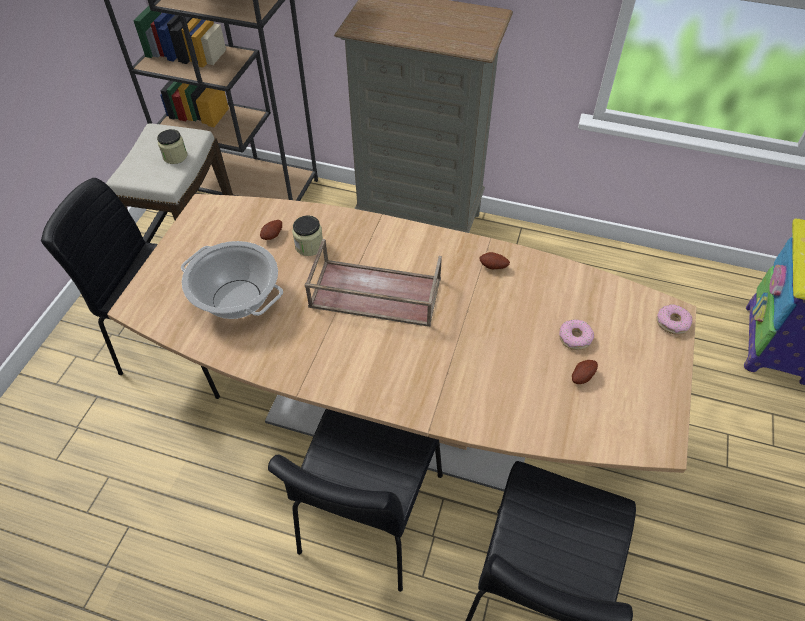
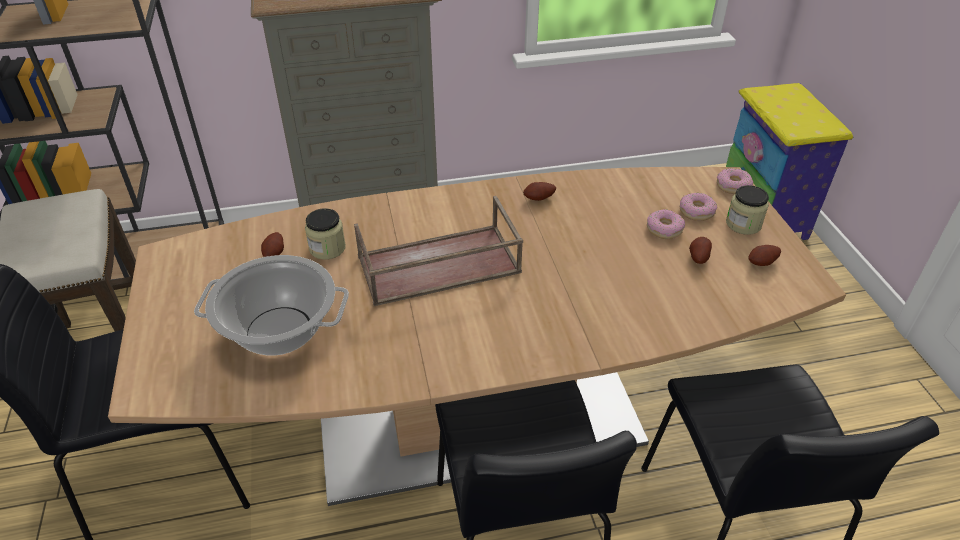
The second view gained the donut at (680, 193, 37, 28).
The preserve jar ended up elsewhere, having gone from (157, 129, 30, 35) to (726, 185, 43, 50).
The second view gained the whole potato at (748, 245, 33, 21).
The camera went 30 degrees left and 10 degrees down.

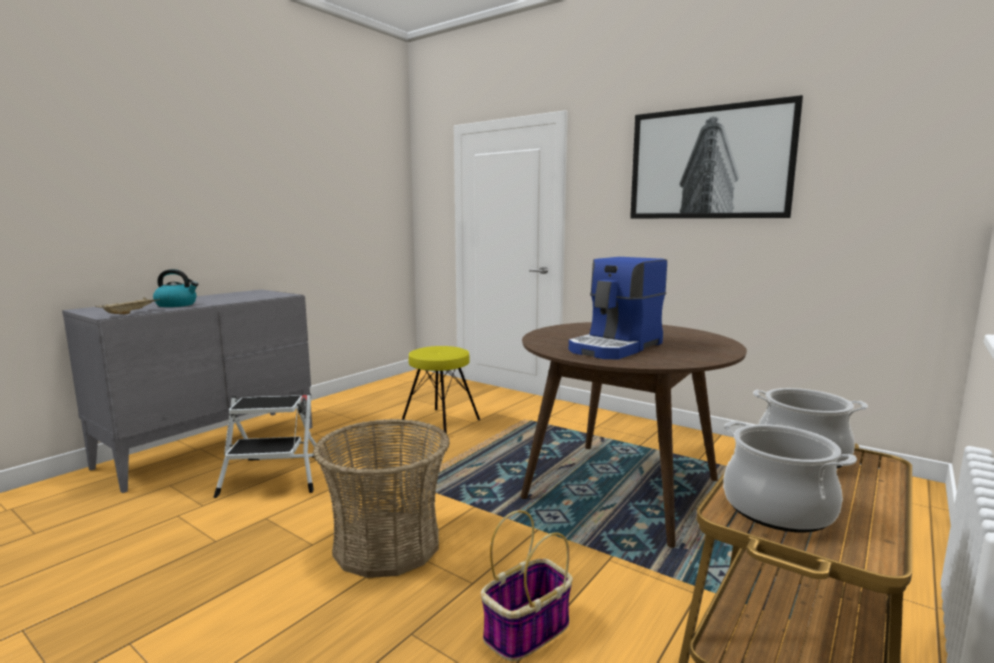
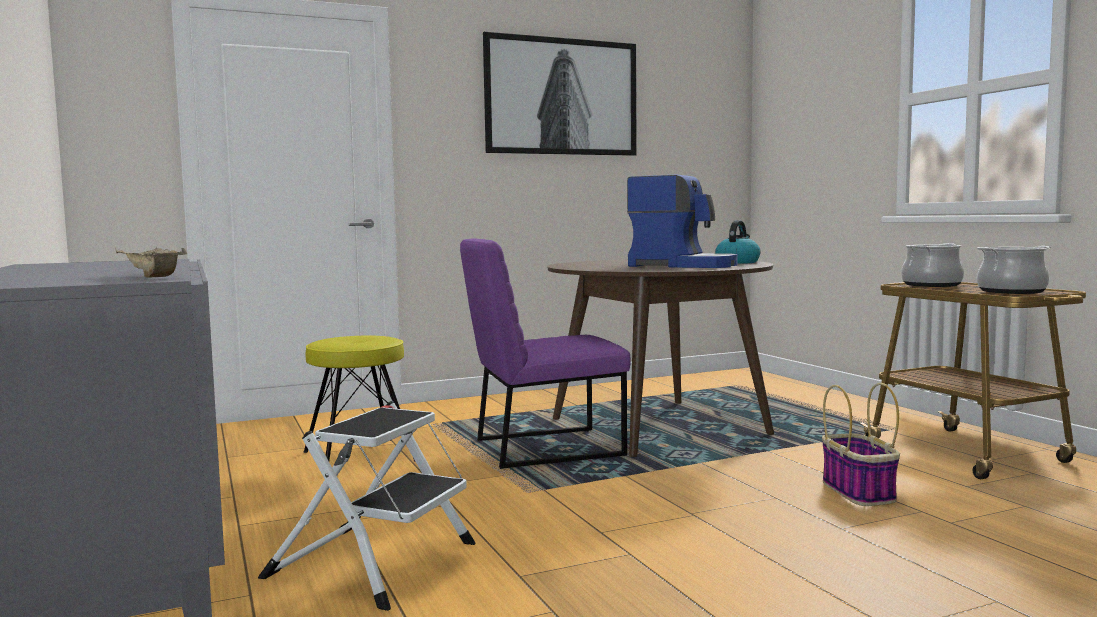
The second view gained the purple-coloured chair at (460, 238, 171, 231).
The coffee maker at (569, 257, 98, 102) ended up facing another way, 45 degrees counterclockwise from before.
The water kettle ended up elsewhere, having gone from (153, 269, 45, 38) to (715, 220, 46, 44).
The second view lost the storage basket at (313, 419, 137, 159).
The camera went 60 degrees left and 5 degrees down.

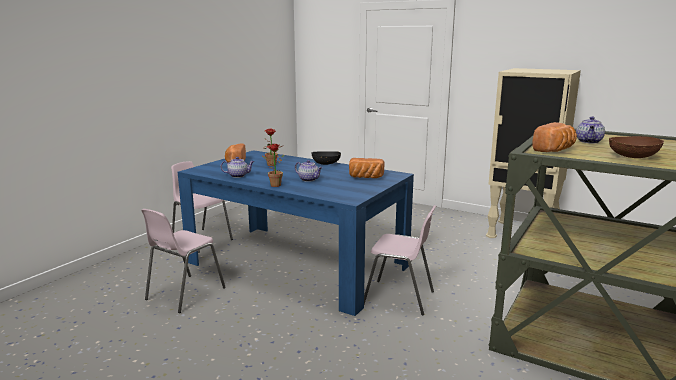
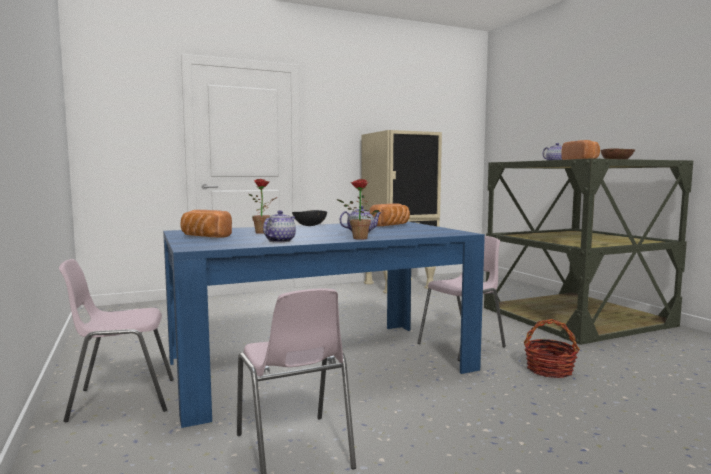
The second view gained the storage basket at (524, 319, 56, 59).
The camera went 55 degrees left and 10 degrees down.

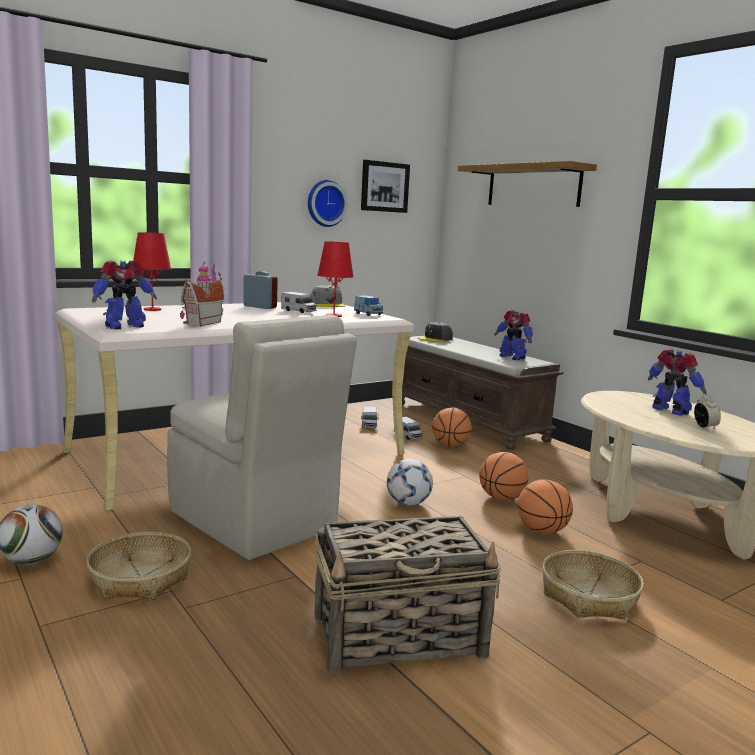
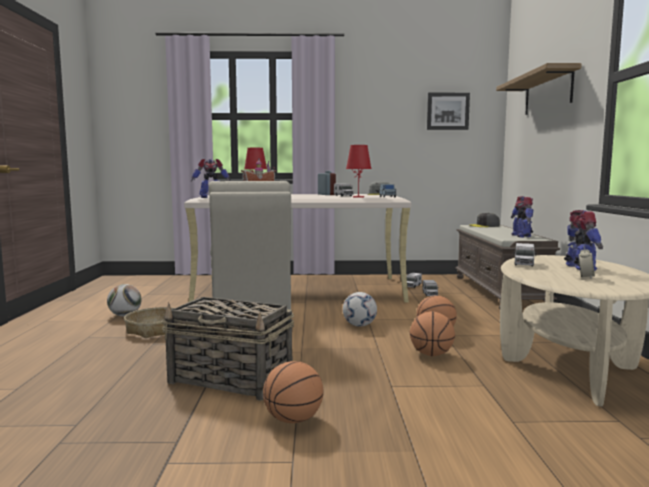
The basketball ball ended up elsewhere, having gone from (432, 407, 40, 40) to (263, 361, 60, 62).
The second view gained the model truck at (513, 243, 23, 23).
The second view lost the hanging clock at (308, 180, 40, 47).
The second view lost the storage basket at (542, 550, 102, 70).
The camera went 35 degrees right and 5 degrees down.

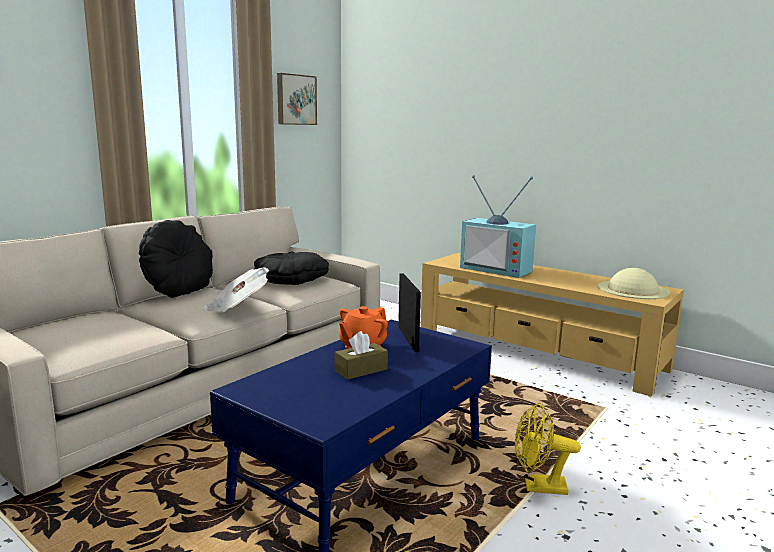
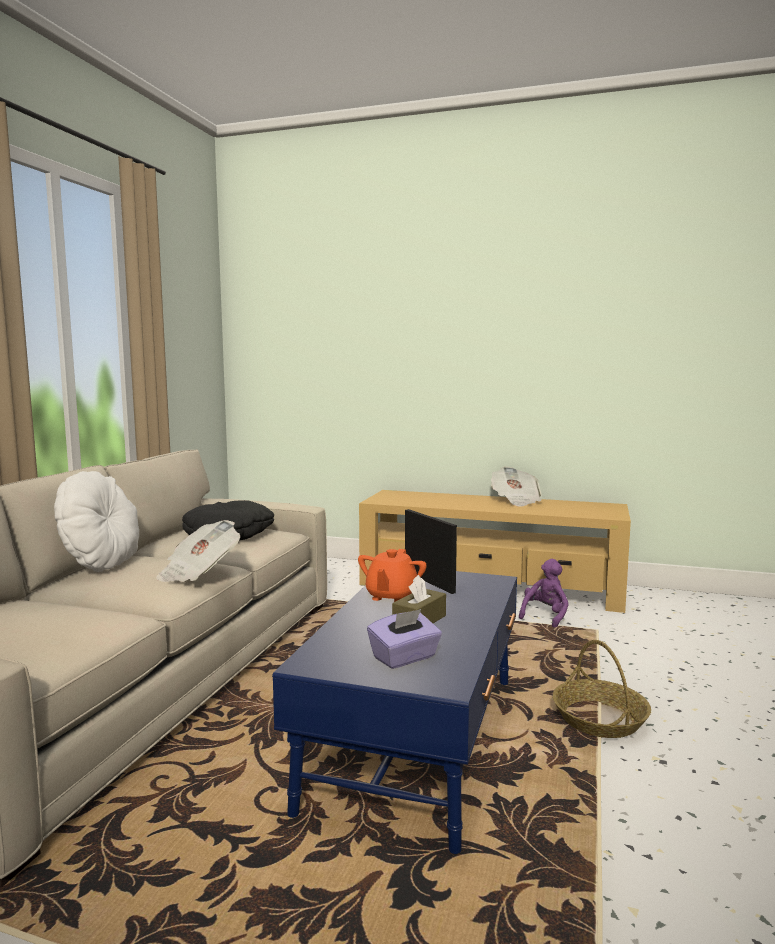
What was the black cushion at (139, 220, 74, 78) turned into the white cushion at (54, 471, 85, 101).
The second view gained the purple-coloured tissue box at (367, 609, 75, 60).
The second view gained the newspaper at (491, 467, 51, 39).
The second view gained the purple-coloured cuddly toy at (519, 559, 50, 68).
Where the yellow electric fan stood at (515, 402, 66, 93), the storage basket came to stand at (553, 640, 98, 98).
The second view lost the wall picture at (277, 73, 40, 52).
The second view lost the television at (460, 175, 76, 103).
The second view lost the sand-coloured wearable hat at (598, 268, 72, 31).
The camera went 20 degrees left and 5 degrees down.

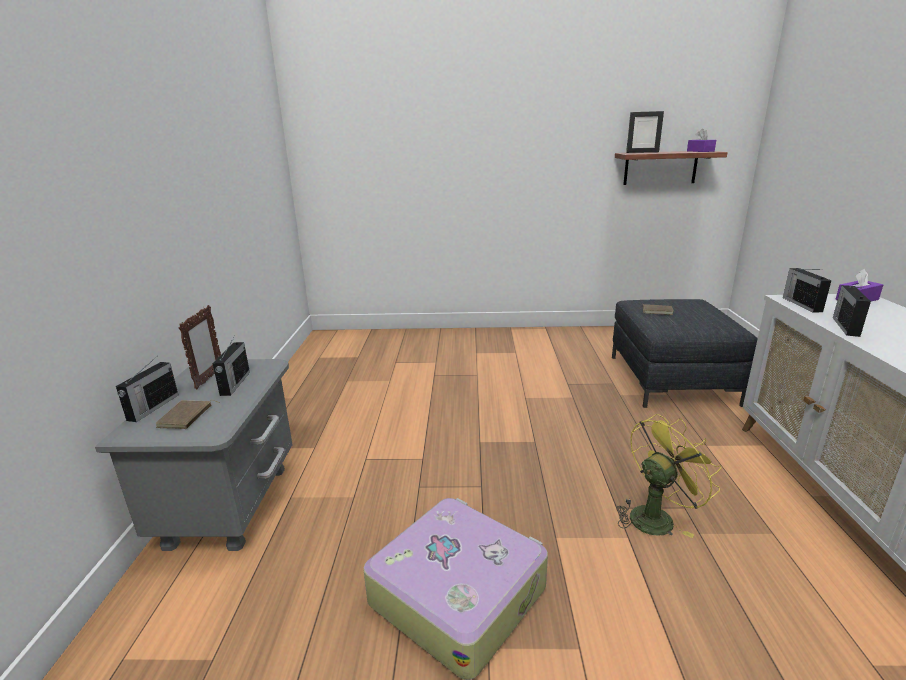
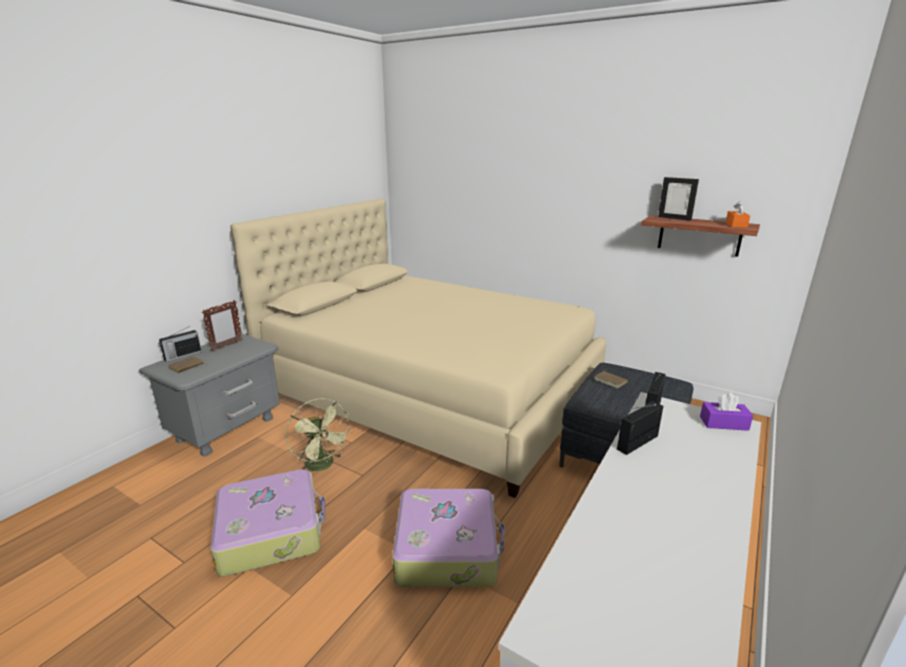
The second view gained the sand-coloured bedroom bed at (231, 198, 375, 300).
The second view gained the green-coloured electric fan at (285, 398, 67, 74).
Where the yellow electric fan stood at (616, 414, 105, 124), the travel case came to stand at (392, 489, 113, 98).
What was the purple-coloured tissue box at (687, 129, 29, 23) turned into the orange-coloured tissue box at (726, 202, 24, 26).
The second view lost the radio set at (213, 336, 37, 60).
The camera went 30 degrees right and 0 degrees up.

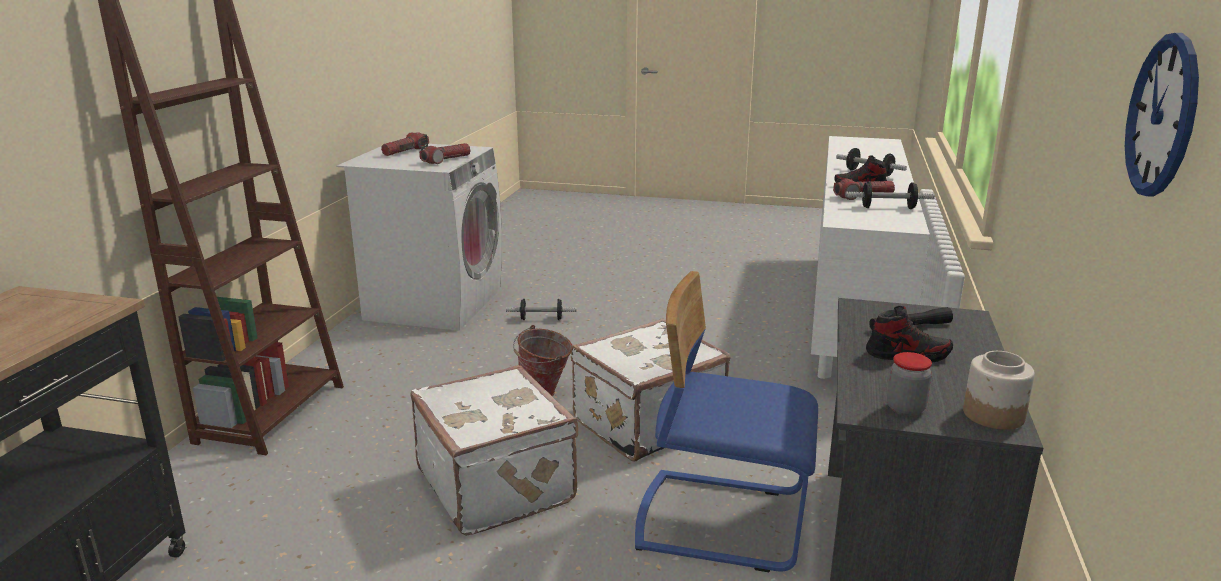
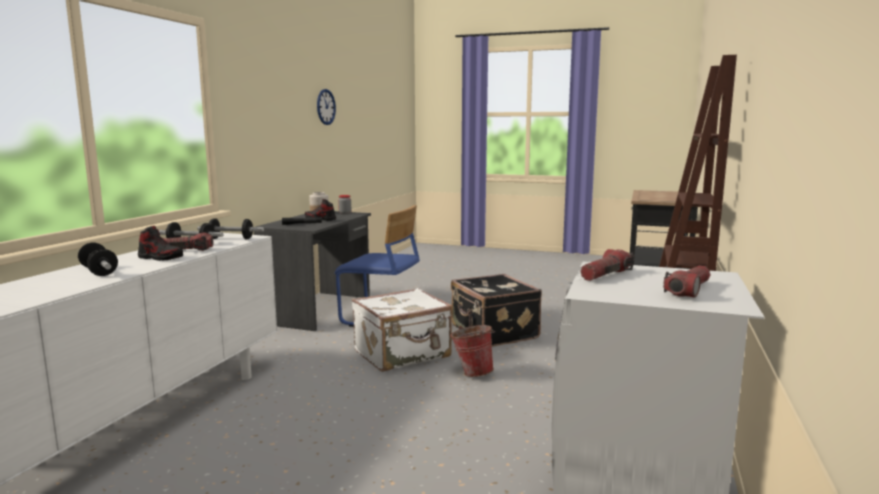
The free weight ended up elsewhere, having gone from (506, 299, 71, 21) to (197, 218, 67, 21).
What was the white travel case at (411, 365, 167, 171) turned into the black travel case at (451, 274, 91, 73).
The camera went 175 degrees left and 10 degrees down.

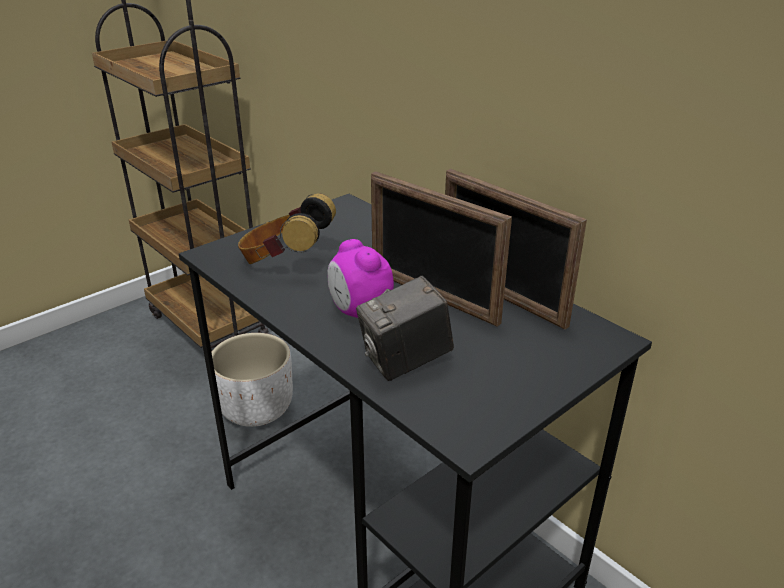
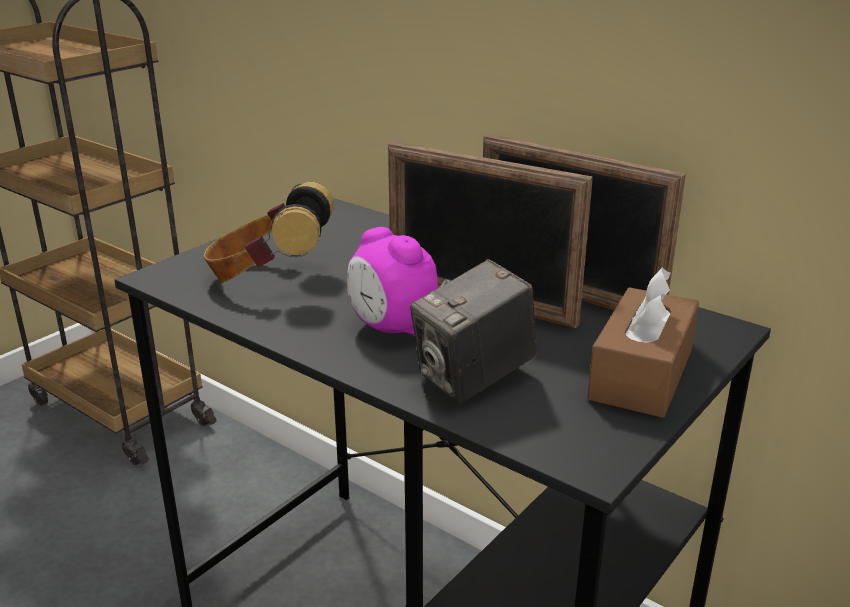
The second view gained the brown tissue box at (588, 267, 111, 151).
The second view lost the white plant pot at (211, 333, 82, 94).
The camera went 10 degrees left and 5 degrees down.

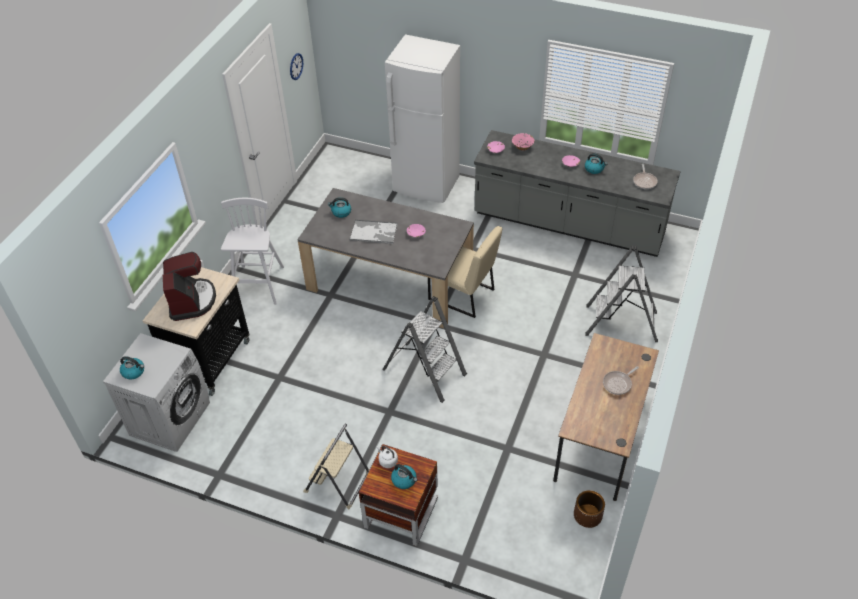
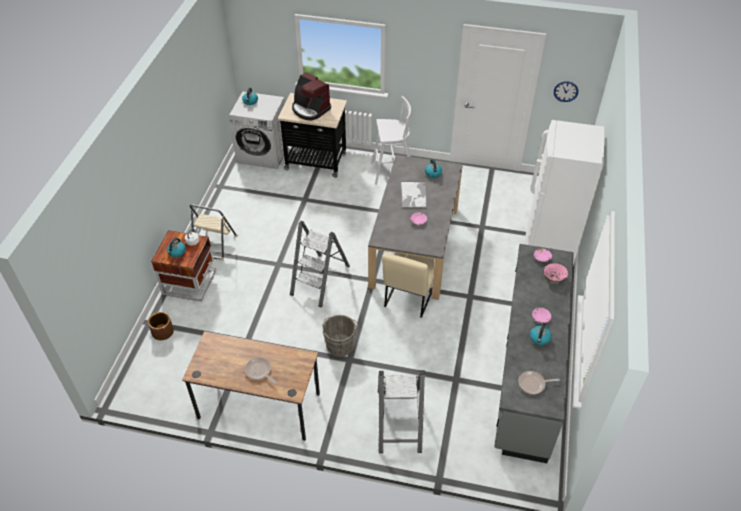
The brown plant pot ended up elsewhere, having gone from (574, 490, 31, 38) to (148, 312, 26, 28).
The coffee maker at (163, 252, 53, 69) ended up facing another way, 60 degrees clockwise from before.
The second view gained the grey bucket at (322, 315, 36, 42).
The camera went 80 degrees right and 0 degrees up.

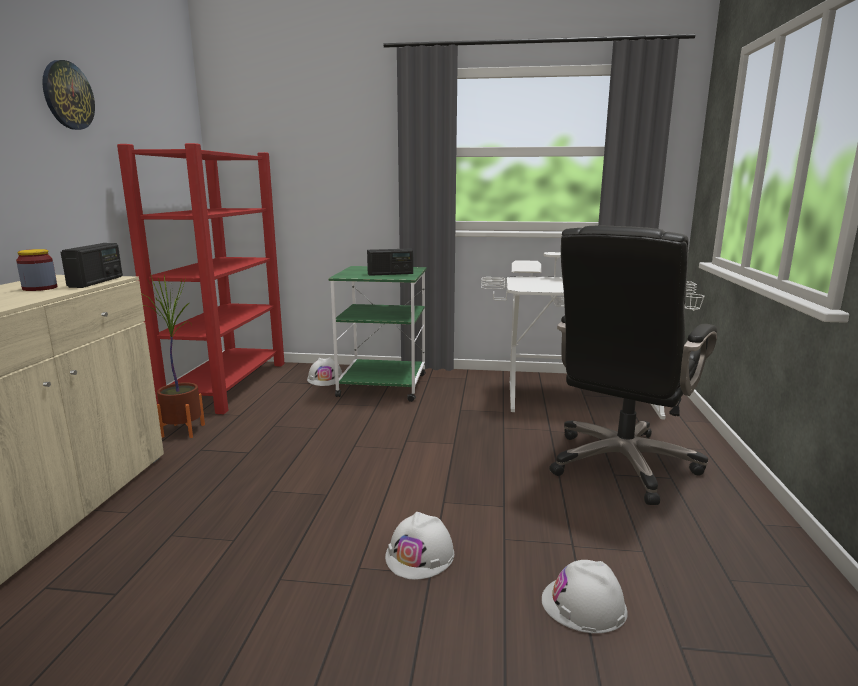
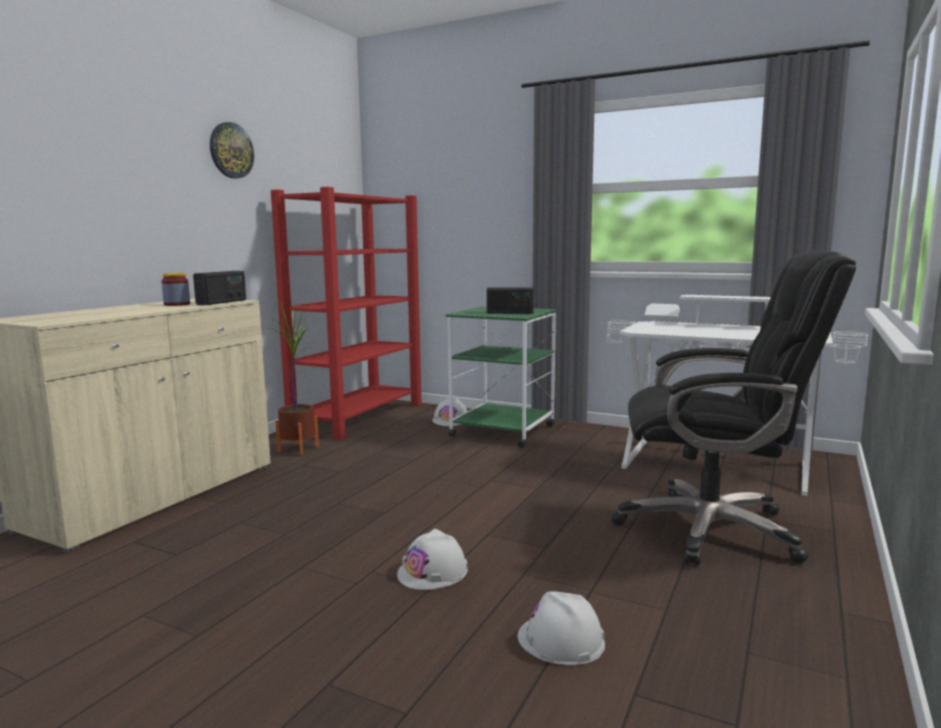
The black office chair at (549, 226, 168, 279) ended up facing another way, 135 degrees counterclockwise from before.
The camera went 20 degrees right and 5 degrees down.

